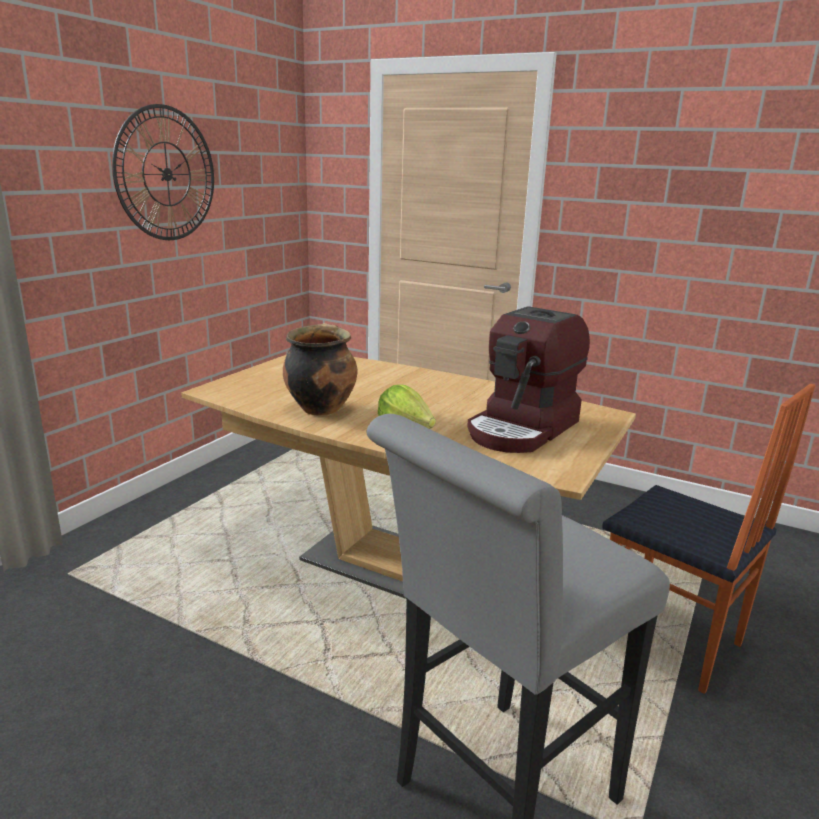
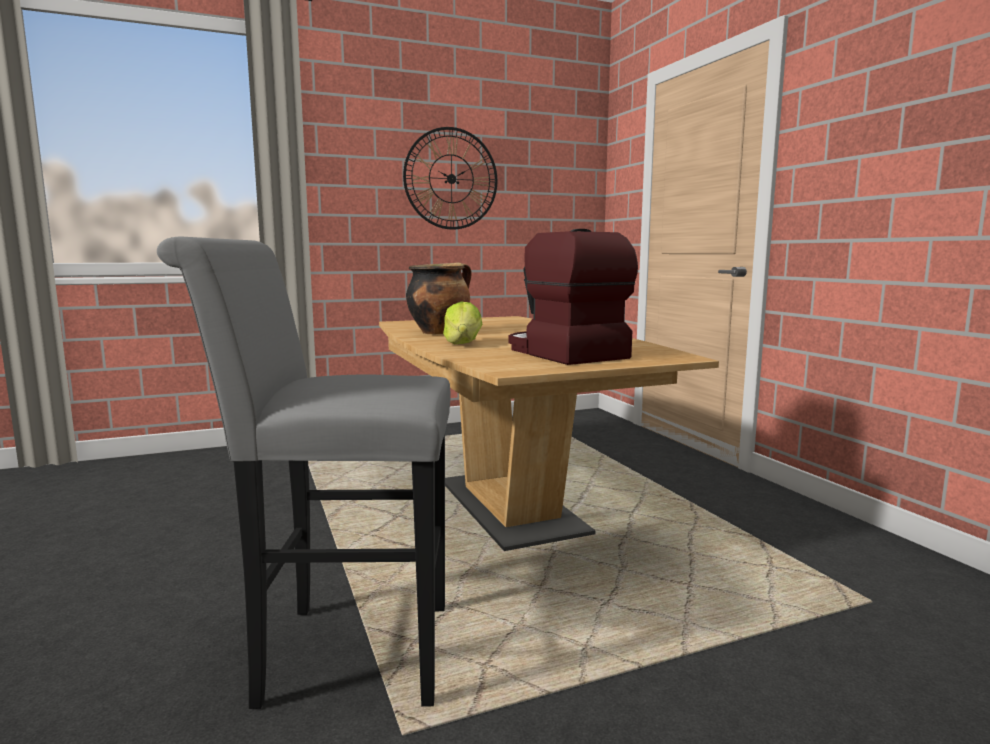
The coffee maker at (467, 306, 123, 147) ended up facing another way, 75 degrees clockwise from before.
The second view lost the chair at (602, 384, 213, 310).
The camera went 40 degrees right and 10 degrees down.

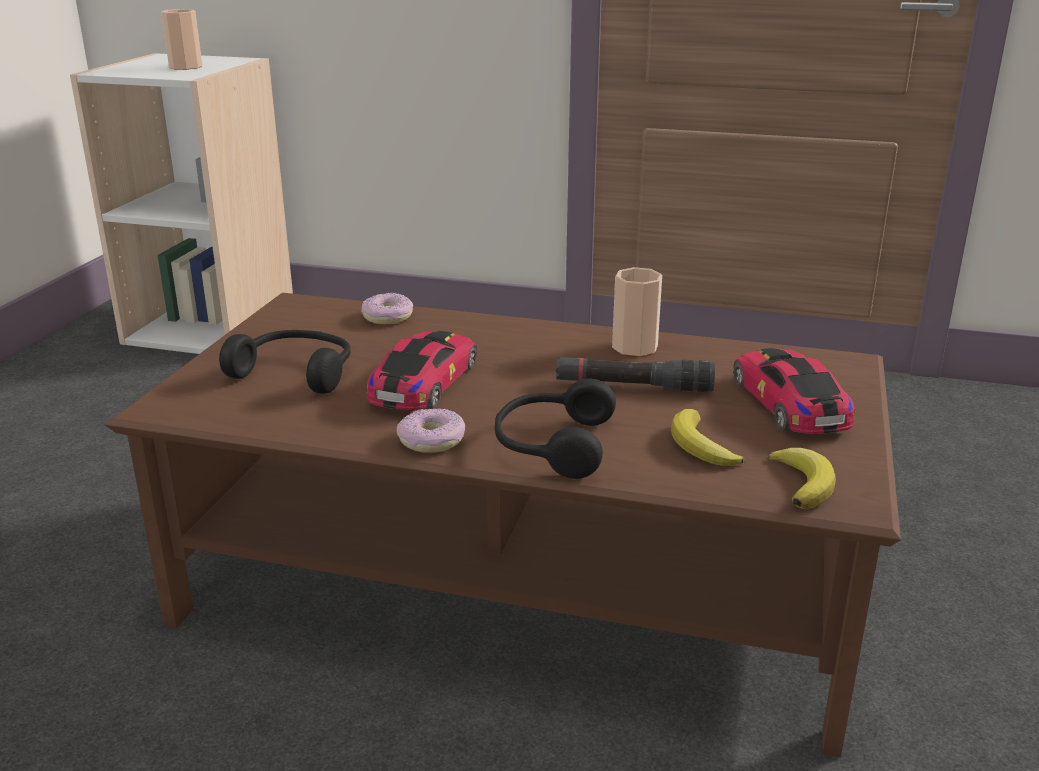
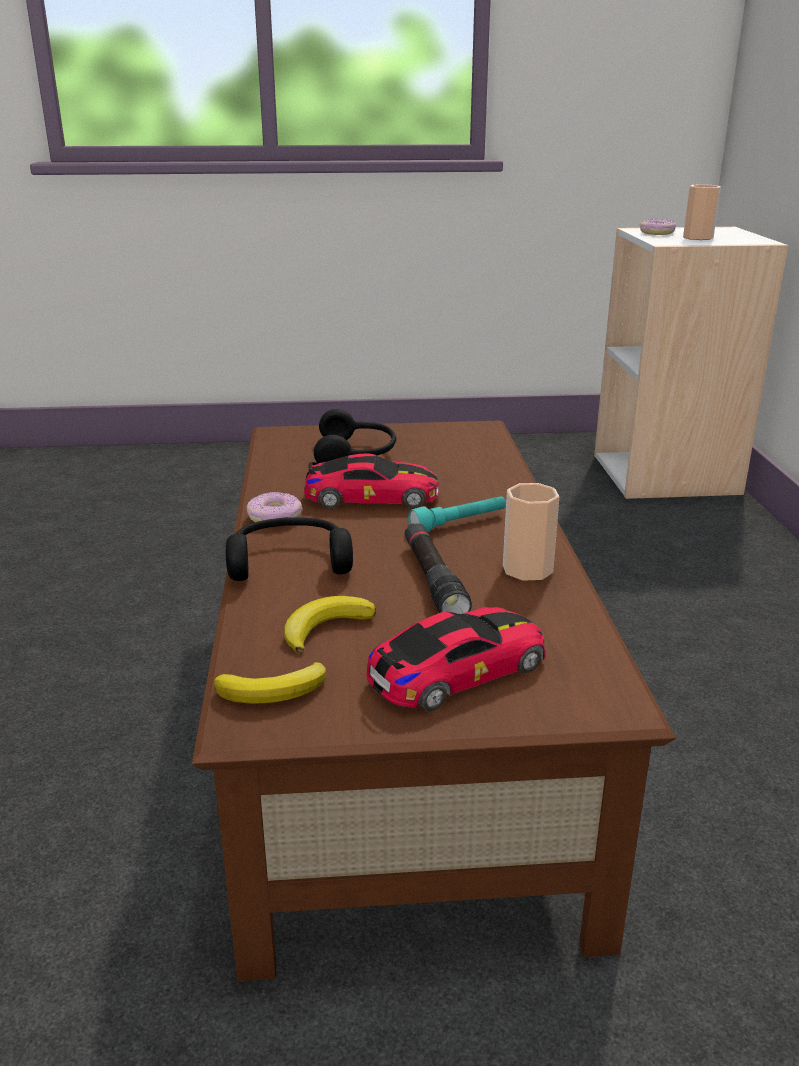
The second view gained the turquoise-coloured torch at (408, 496, 98, 36).
The donut ended up elsewhere, having gone from (362, 293, 51, 31) to (640, 219, 36, 16).
The camera went 70 degrees right and 0 degrees up.

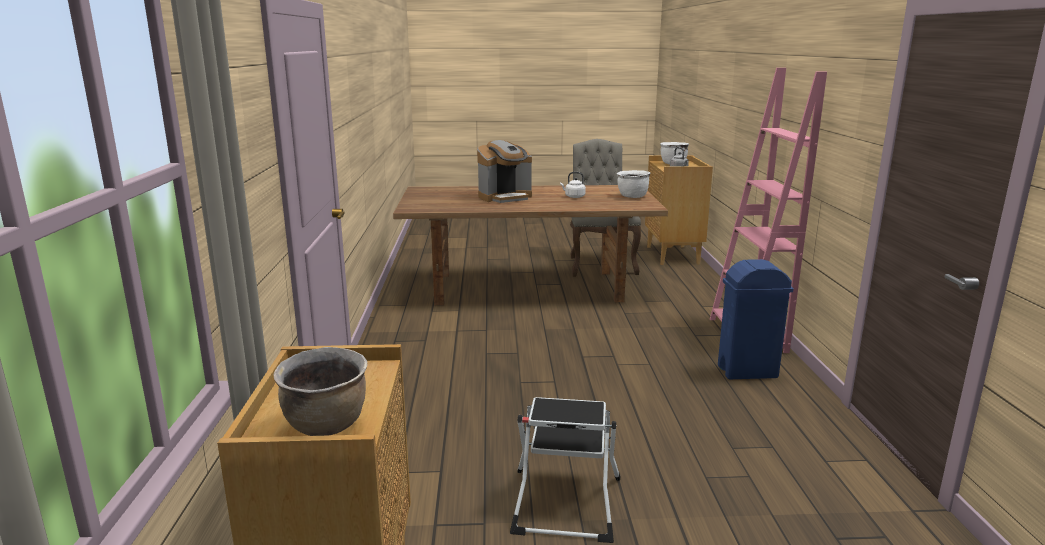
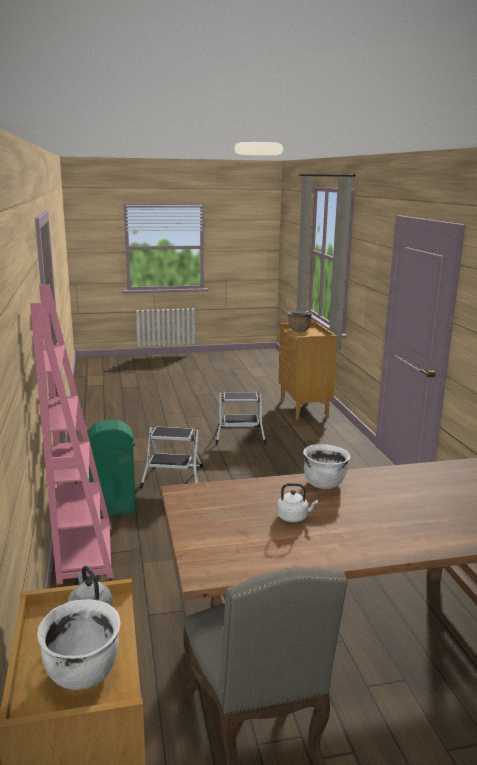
What was the blue waste bin at (718, 259, 76, 120) turned into the green-coloured waste bin at (87, 420, 49, 97).
The second view gained the step ladder at (140, 426, 64, 62).
The white stockpot ended up elsewhere, having gone from (617, 170, 33, 28) to (303, 444, 47, 45).
The second view lost the coffee maker at (477, 140, 55, 63).
The camera went 170 degrees right and 0 degrees up.

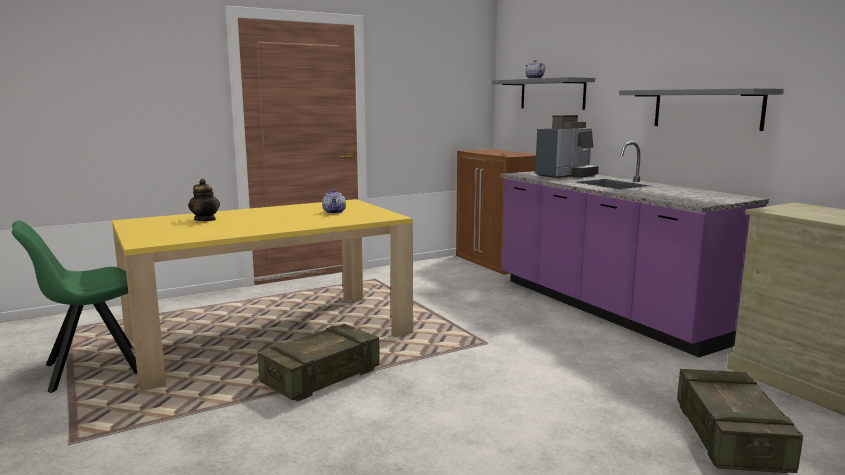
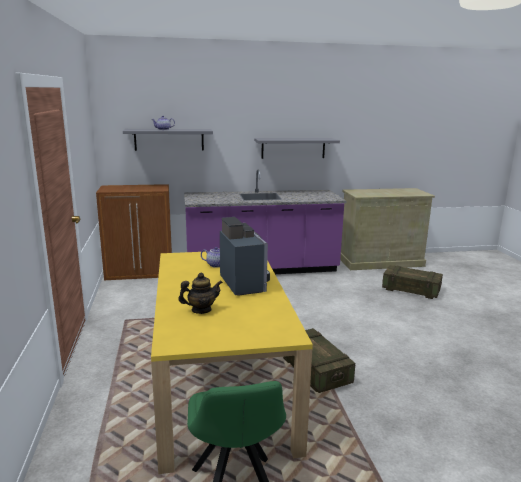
The coffee maker ended up elsewhere, having gone from (535, 115, 64, 63) to (220, 217, 50, 79).
The camera went 70 degrees left and 5 degrees up.

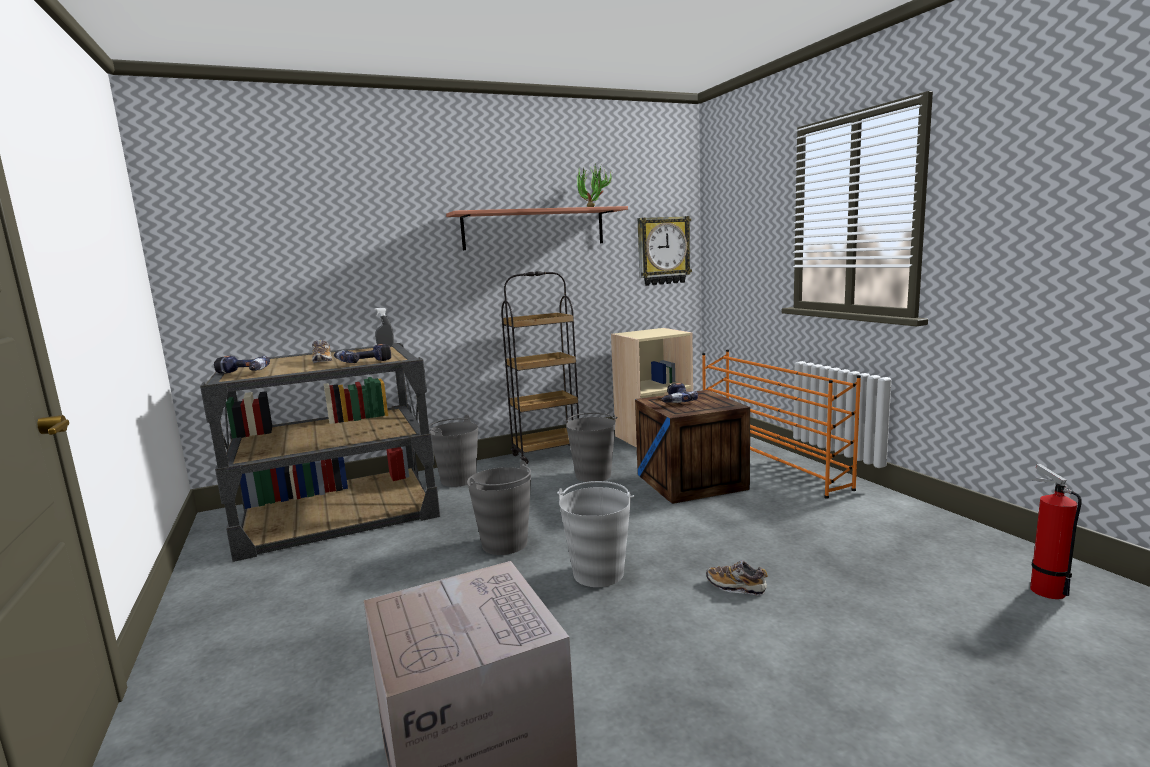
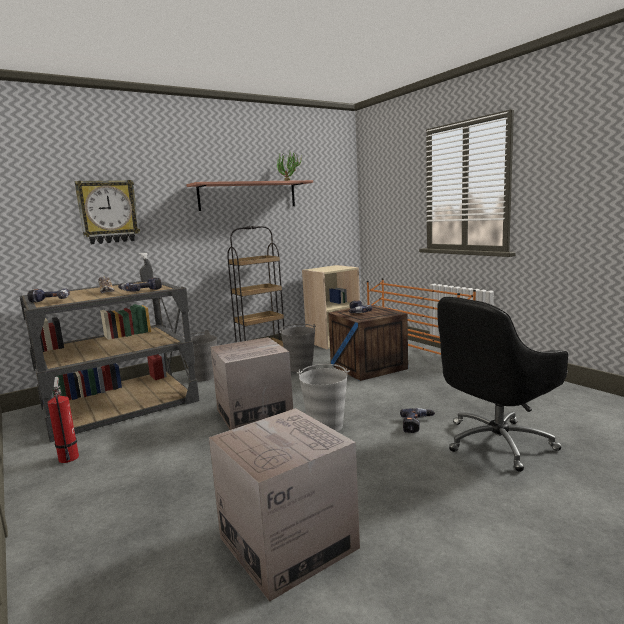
The fire extinguisher ended up elsewhere, having gone from (1030, 464, 52, 135) to (48, 377, 31, 86).
The hanging clock ended up elsewhere, having gone from (638, 216, 54, 70) to (74, 180, 66, 64).
Where the grey bucket stood at (467, 460, 64, 95), the cardboard box came to stand at (211, 337, 82, 93).
Where the low shoe stood at (706, 560, 62, 36), the electric drill came to stand at (400, 408, 35, 25).
The second view gained the black office chair at (437, 297, 131, 175).
The camera went 10 degrees left and 0 degrees up.

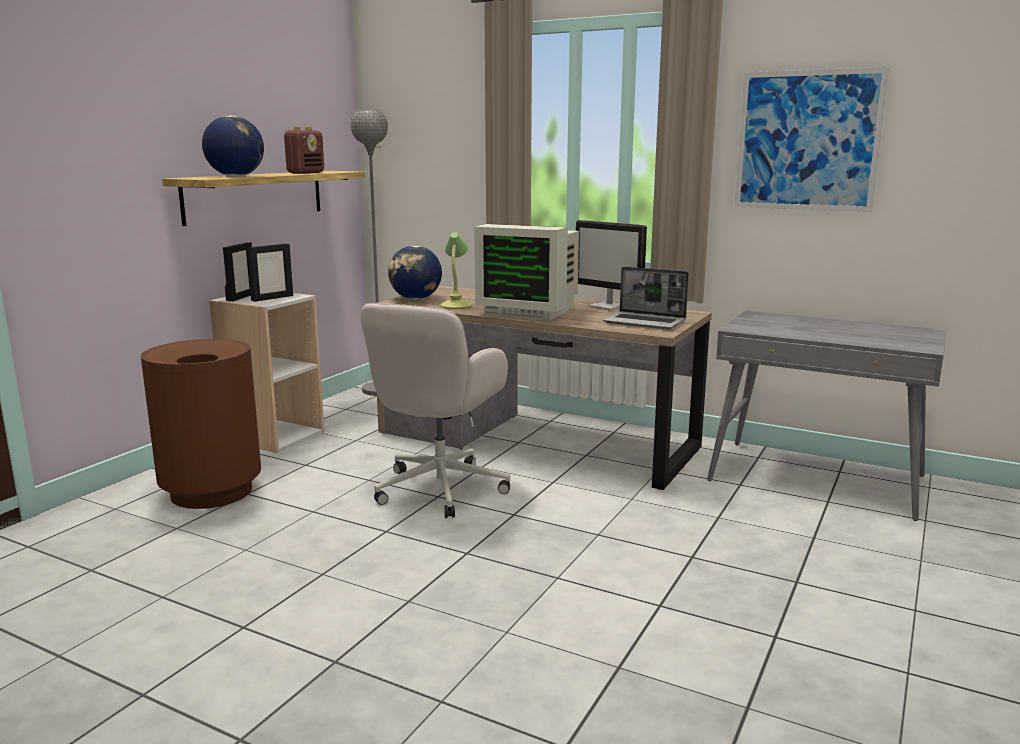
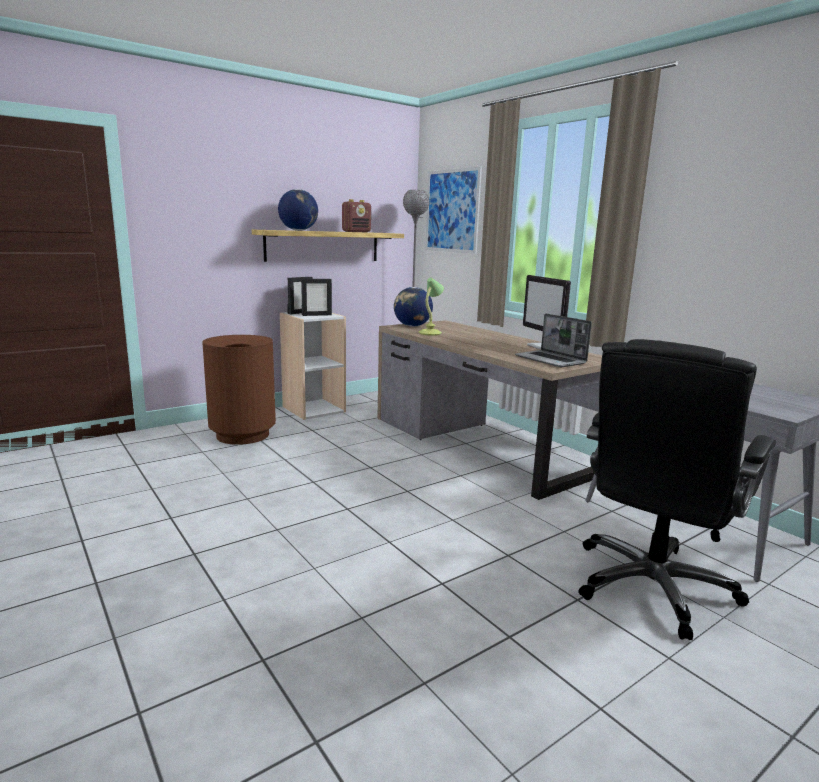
The wall picture ended up elsewhere, having gone from (734, 67, 155, 145) to (425, 166, 57, 88).
The second view gained the black office chair at (578, 339, 198, 301).
The second view lost the white office chair at (361, 303, 149, 215).
The second view lost the computer screen at (474, 224, 105, 97).
The camera went 25 degrees right and 0 degrees up.

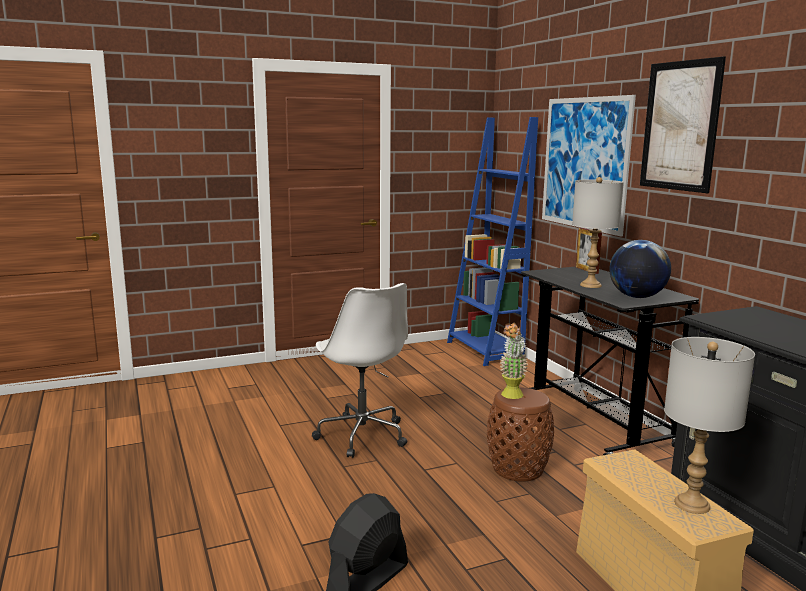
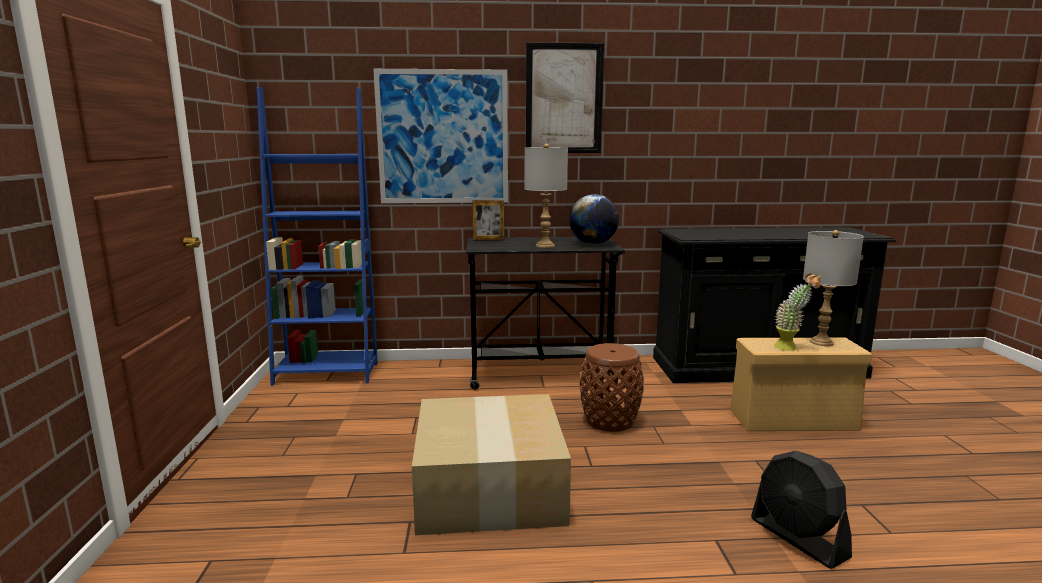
Where the white office chair stood at (312, 283, 96, 175), the cardboard box came to stand at (412, 394, 159, 141).
The potted plant ended up elsewhere, having gone from (500, 323, 28, 76) to (774, 274, 47, 77).
The camera went 70 degrees left and 0 degrees up.

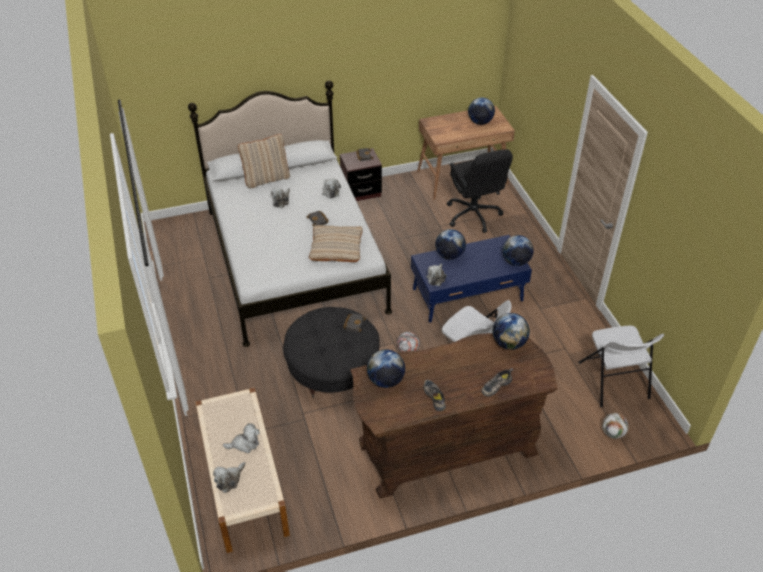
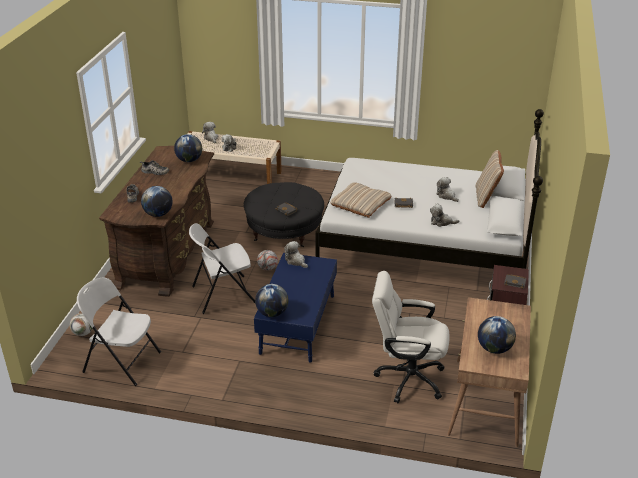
What was the black office chair at (447, 149, 66, 84) turned into the white office chair at (372, 271, 77, 132).
The second view lost the globe at (435, 229, 31, 31).
The camera went 120 degrees right and 10 degrees down.

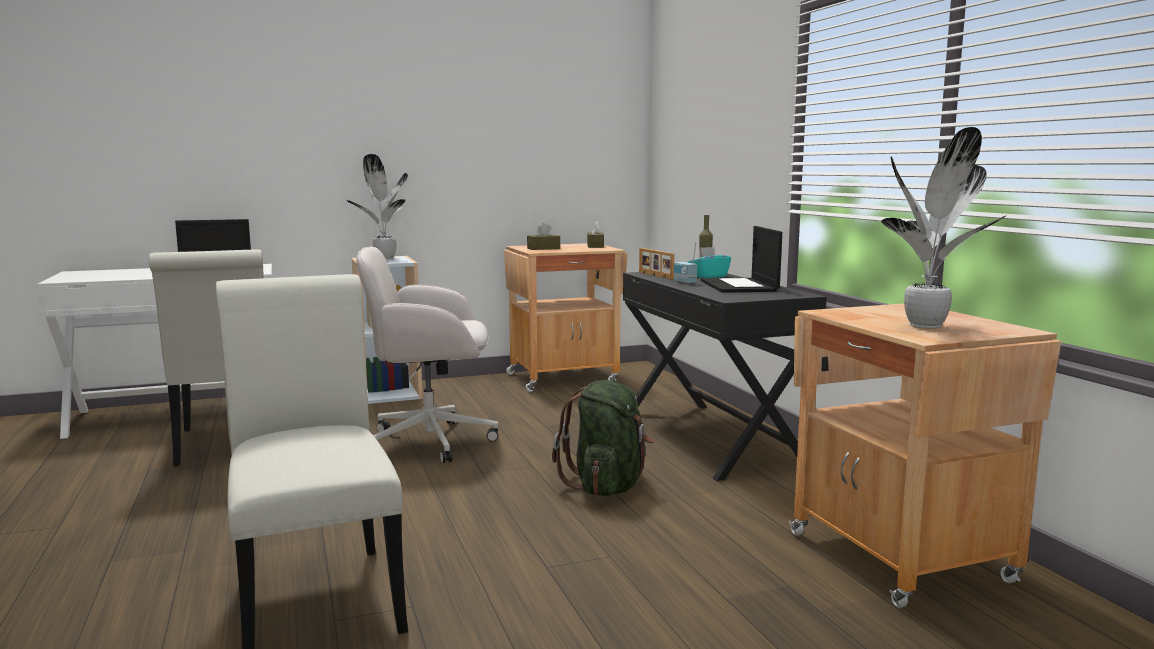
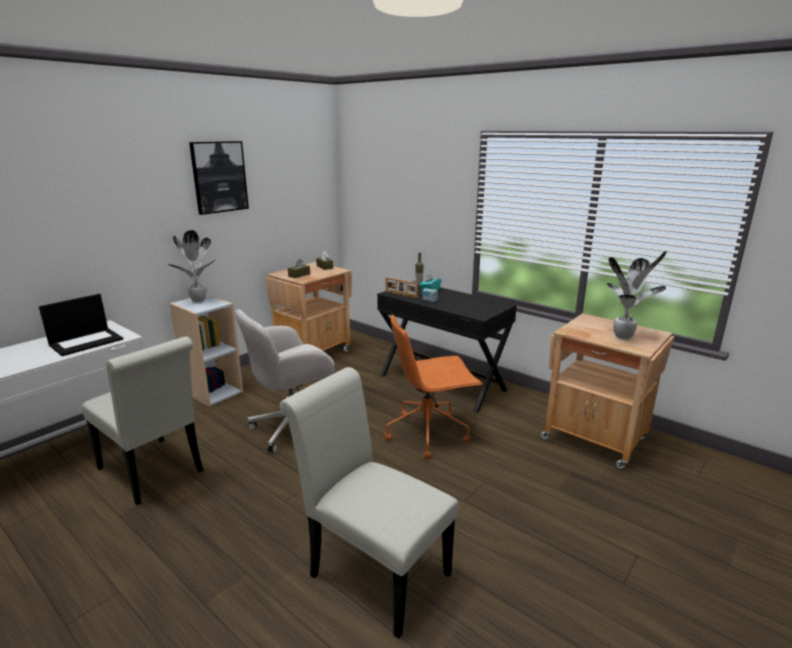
The second view gained the wall picture at (189, 141, 60, 74).
Where the green-coloured rucksack stood at (552, 380, 102, 116), the orange-coloured office chair came to stand at (385, 314, 98, 145).
The second view lost the laptop at (701, 226, 81, 67).
The camera went 30 degrees left and 10 degrees up.

